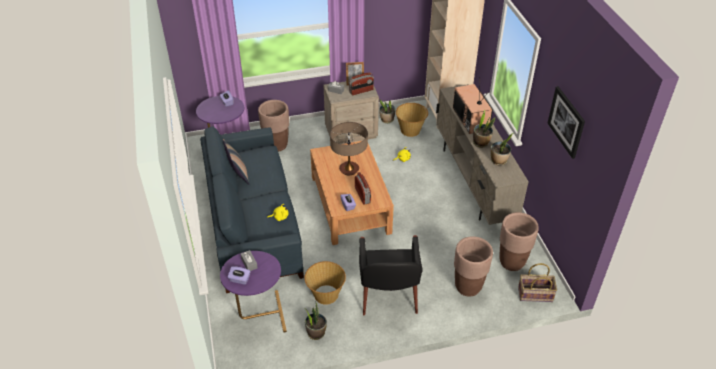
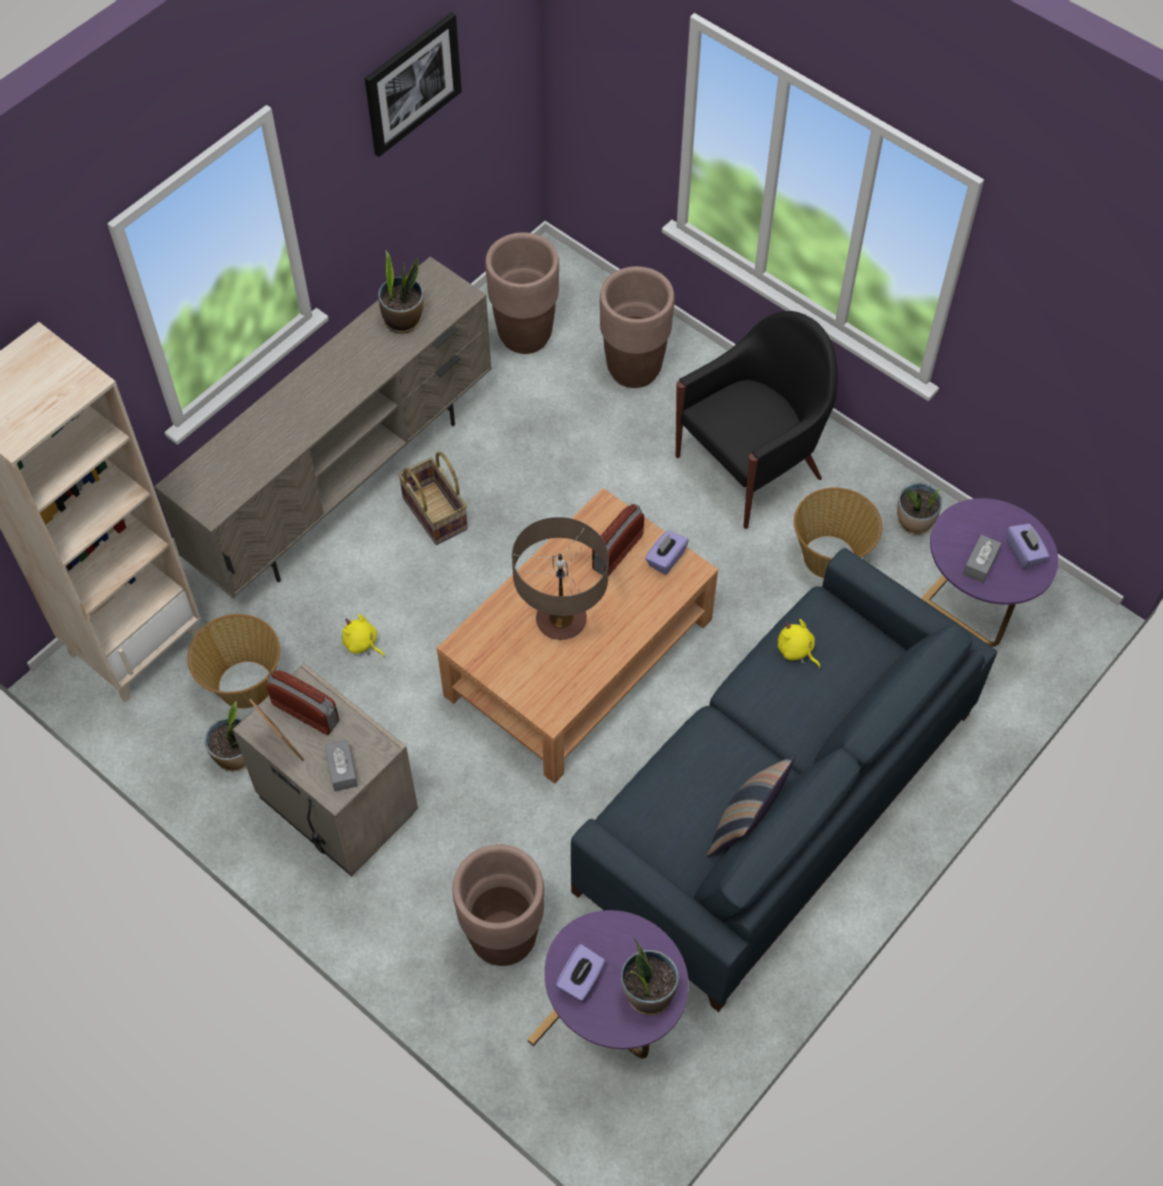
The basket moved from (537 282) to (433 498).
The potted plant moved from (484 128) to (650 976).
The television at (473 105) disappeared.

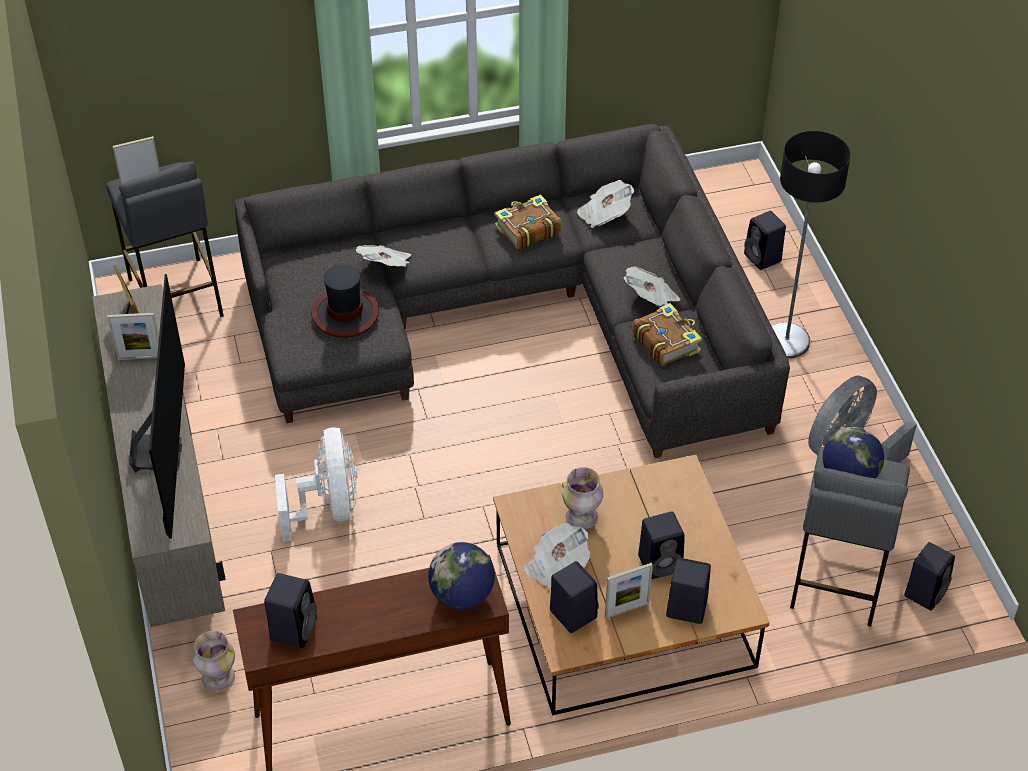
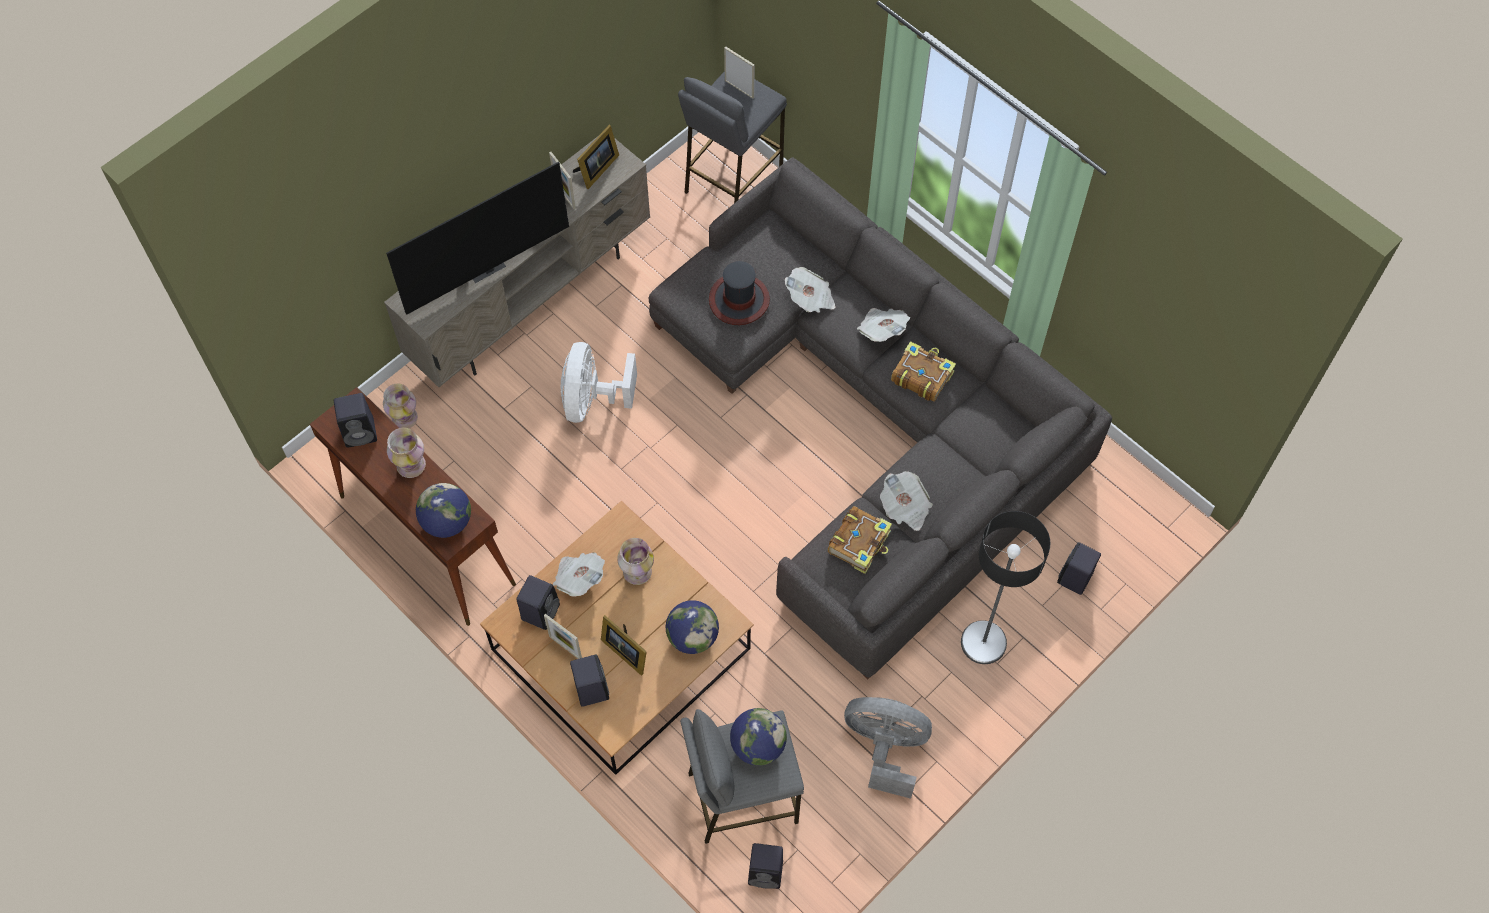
The flower vase at (406 453) appeared.
The electric fan/white at (316 485) turned 135 degrees clockwise.
The audio speaker/blackish at (661 545) was replaced by the picture frame at (624 645).
The world globe at (692 627) appeared.
The newspaper moved from (605 204) to (883 325).

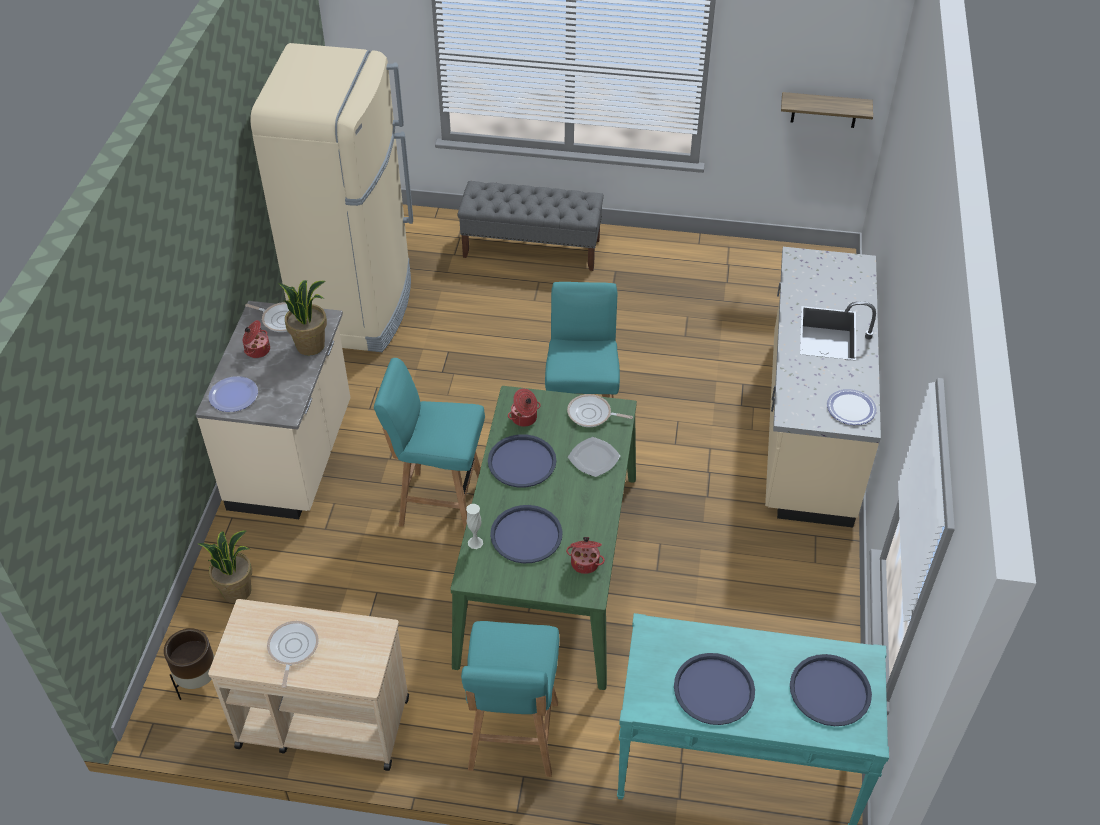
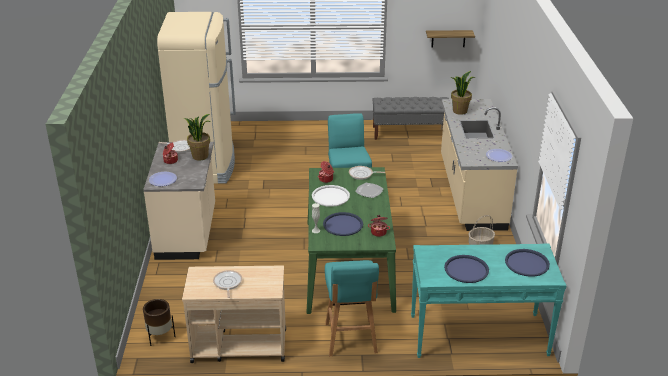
The tray/blue-coloured at (522 460) became the tray/white at (331 196).
The long seat/greyish moved from (531 226) to (410 118).
The potted plant moved from (225 567) to (463 93).
The basket at (482 230) appeared.
The stool seat/blue-green at (429 444) disappeared.

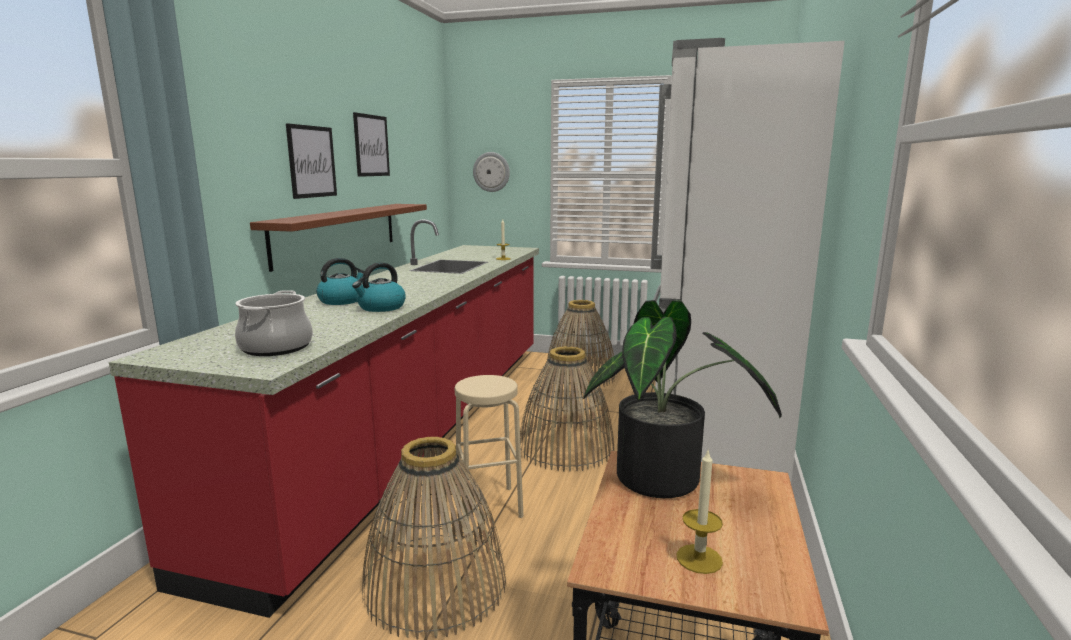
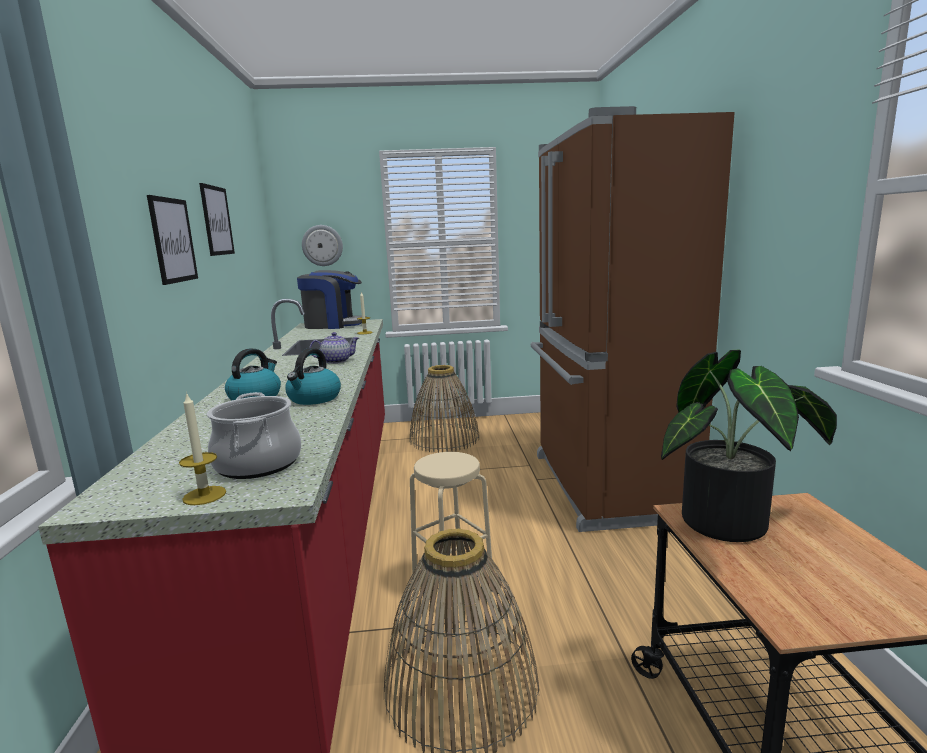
The candle moved from (700 512) to (202 448).
The coffee machine at (332 299) appeared.
The teapot at (334 348) appeared.
The fridge/white at (748 260) became the fridge/brown-coloured at (633 319).
The shelf/brown-coloured at (338 238) disappeared.
The basket at (567 409) disappeared.

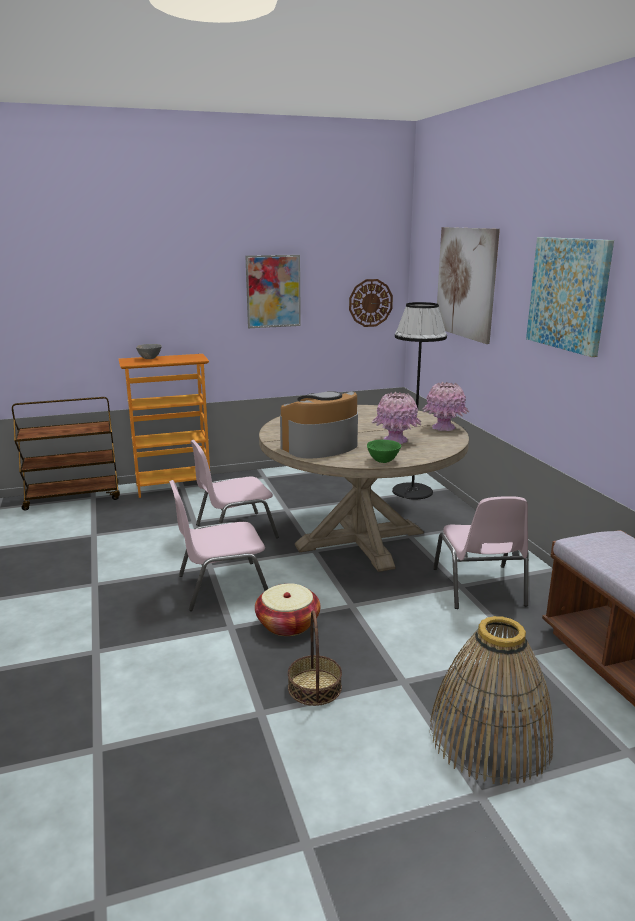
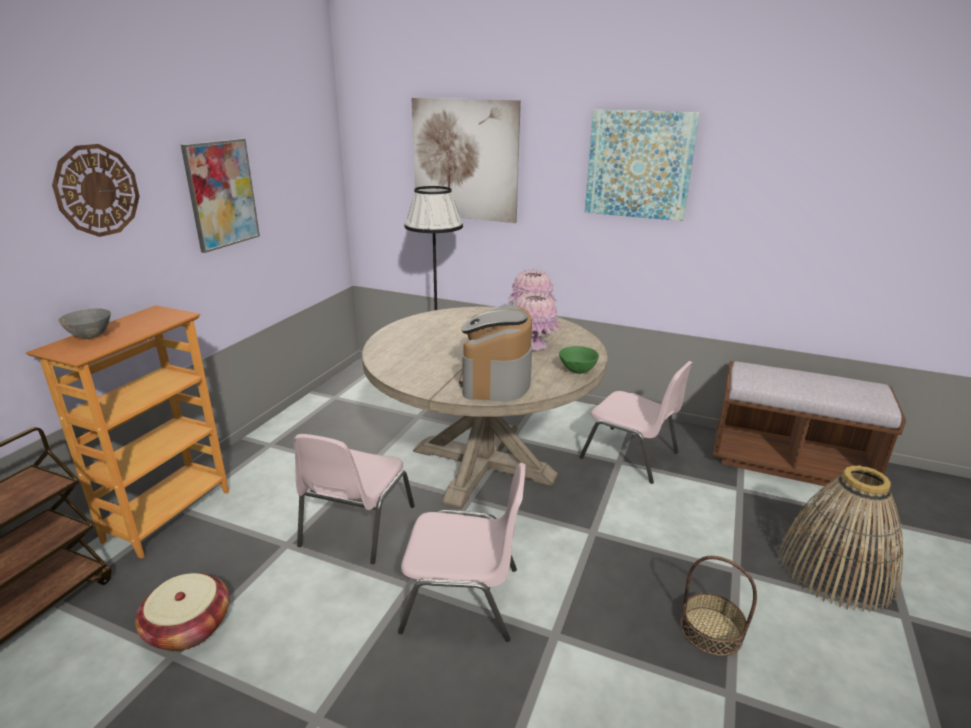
The clock on the wall moved from (371 303) to (96 190).
The basket moved from (288 609) to (182 612).
The plain chair/pinkish at (218 545) turned 105 degrees counterclockwise.

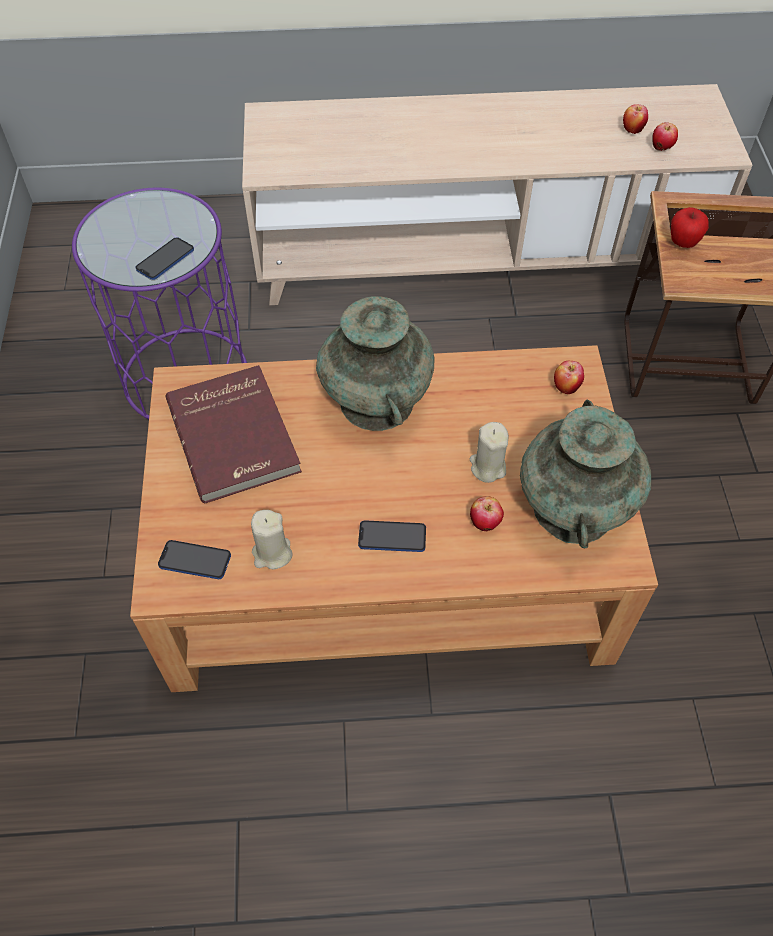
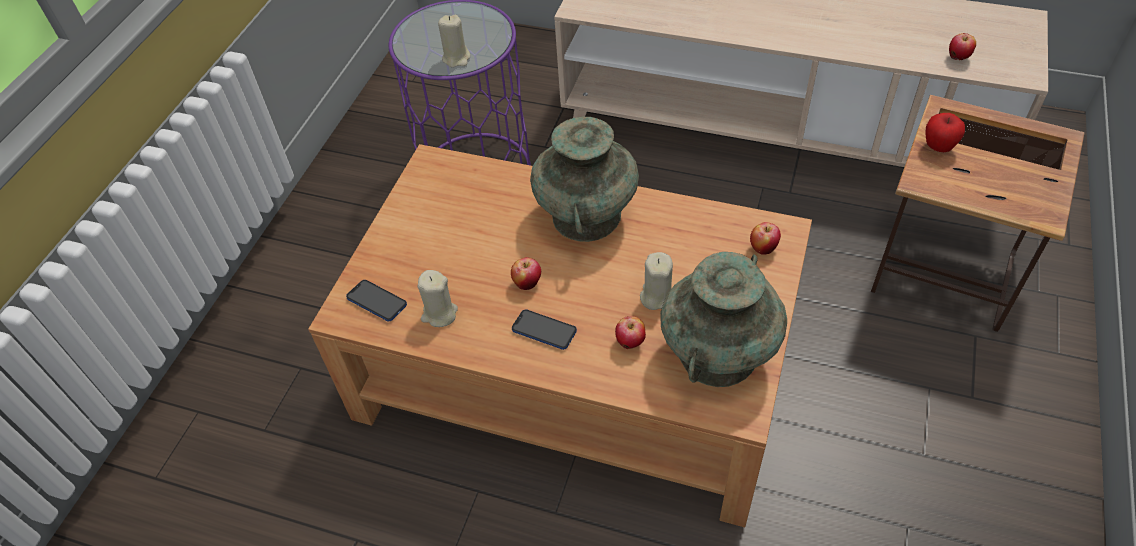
The phone at (164 258) was replaced by the candle/sand-coloured at (454 41).
The apple moved from (635 119) to (526 273).
The volume/red at (234 434) disappeared.

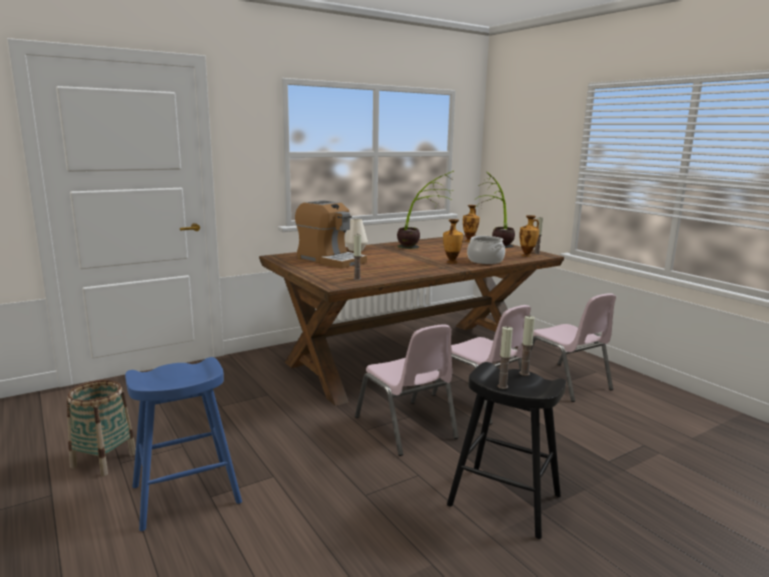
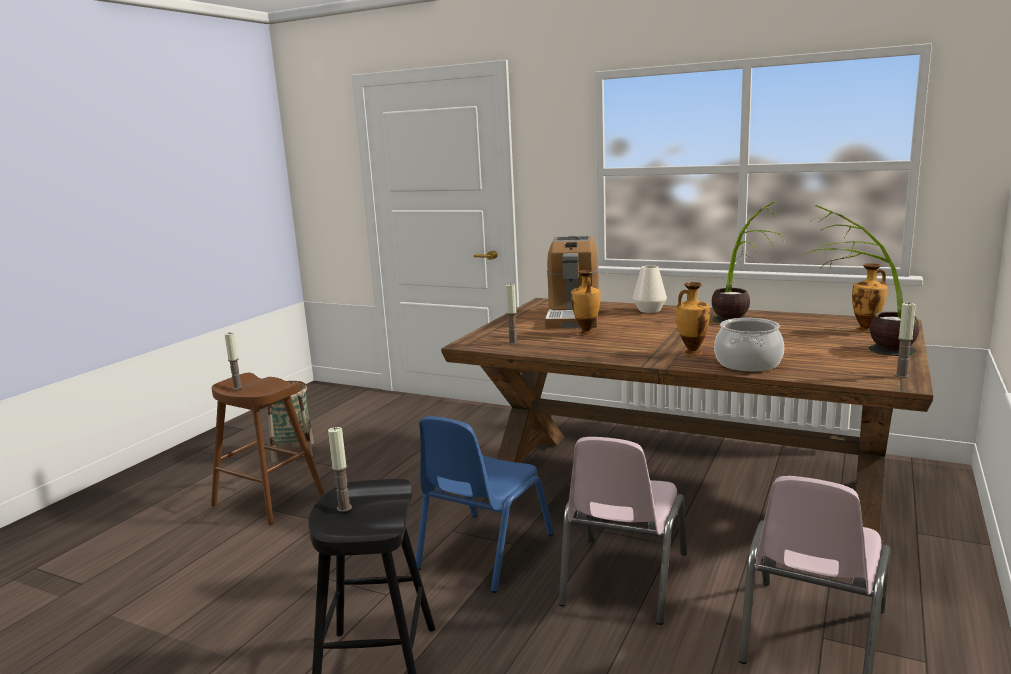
The stool seat/blue-coloured at (183 444) became the stool seat/brown-coloured at (267 449).
The candle moved from (527 345) to (233 361).
The plain chair/pinkish at (407 390) became the plain chair/blue-coloured at (485 504).
The flower vase moved from (529 236) to (586 302).

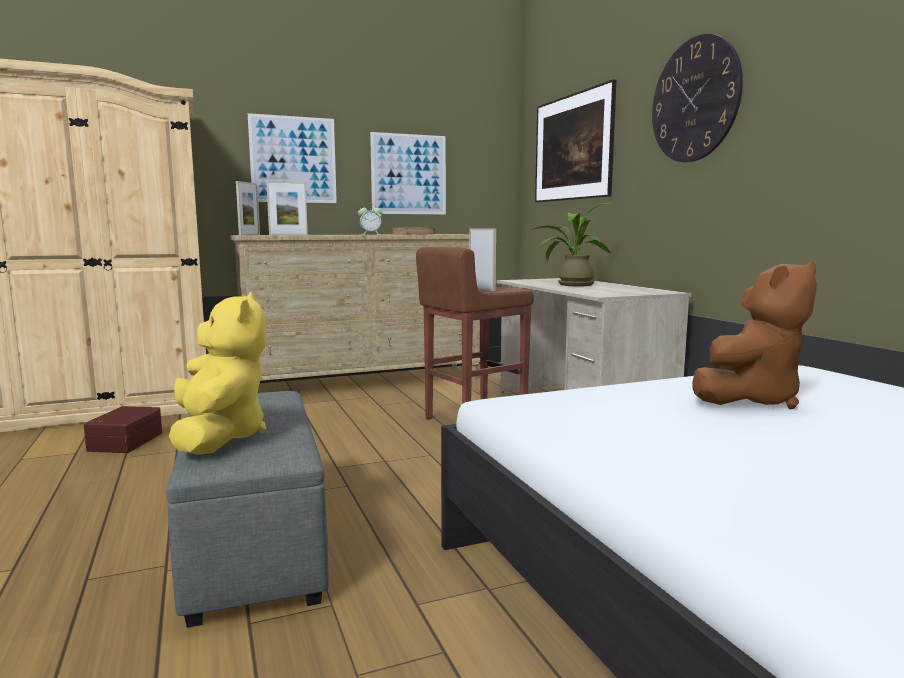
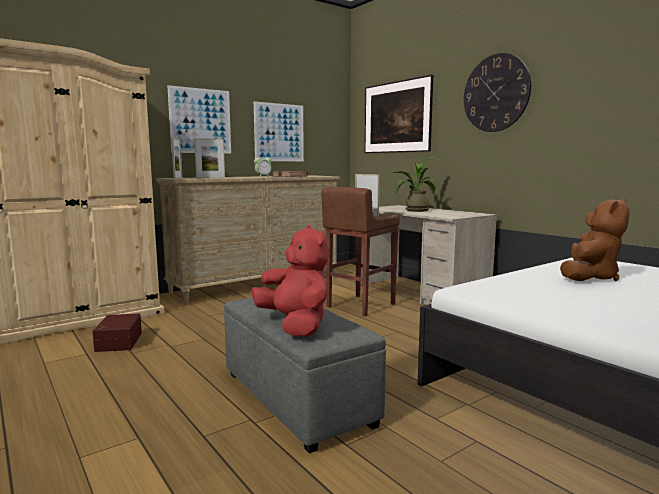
The soft toy/yellowish at (217 373) became the soft toy/red at (290 281).

